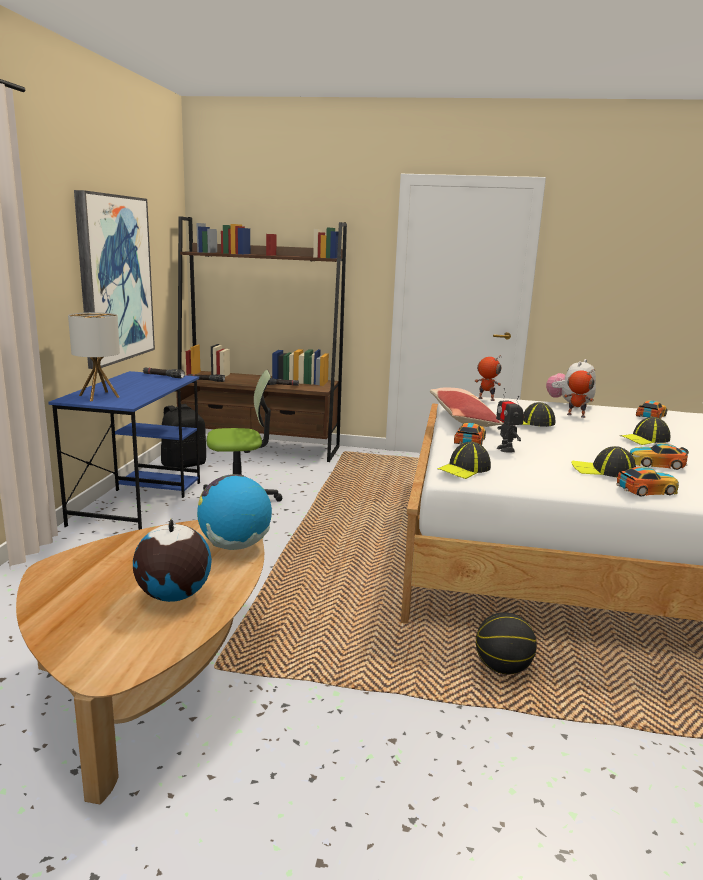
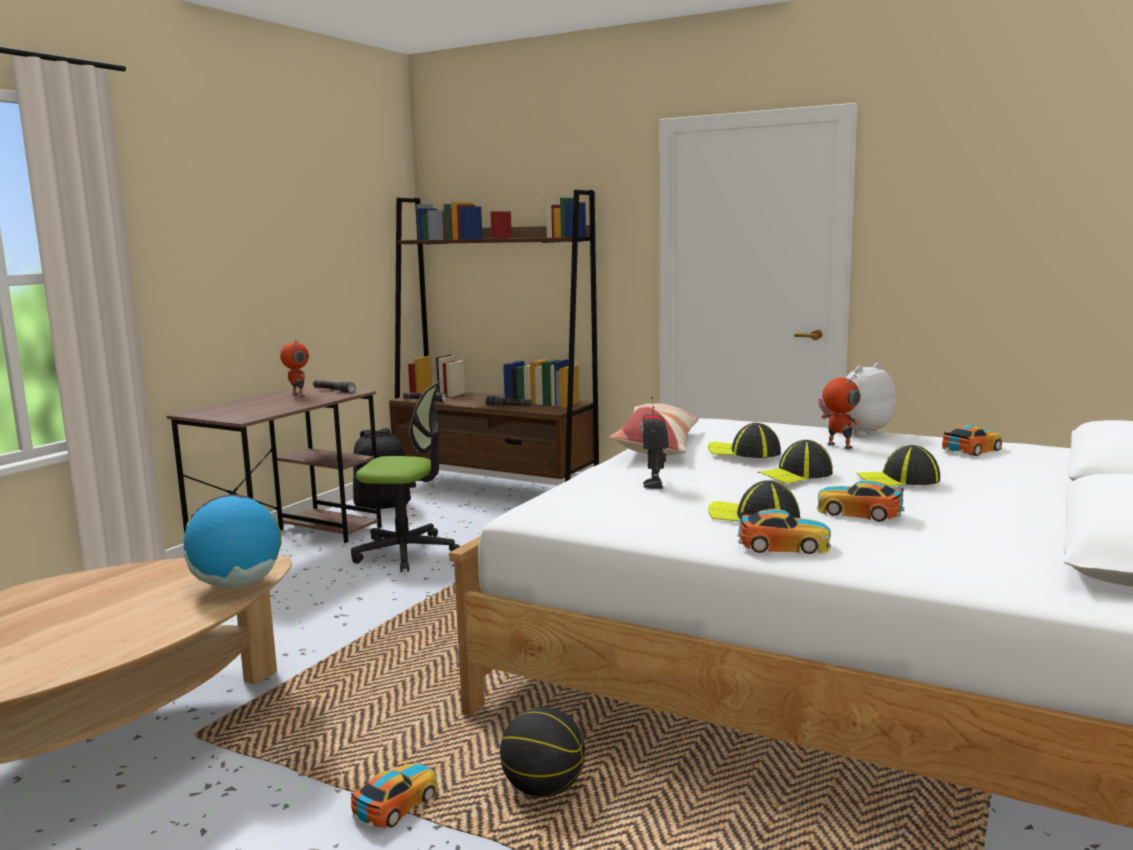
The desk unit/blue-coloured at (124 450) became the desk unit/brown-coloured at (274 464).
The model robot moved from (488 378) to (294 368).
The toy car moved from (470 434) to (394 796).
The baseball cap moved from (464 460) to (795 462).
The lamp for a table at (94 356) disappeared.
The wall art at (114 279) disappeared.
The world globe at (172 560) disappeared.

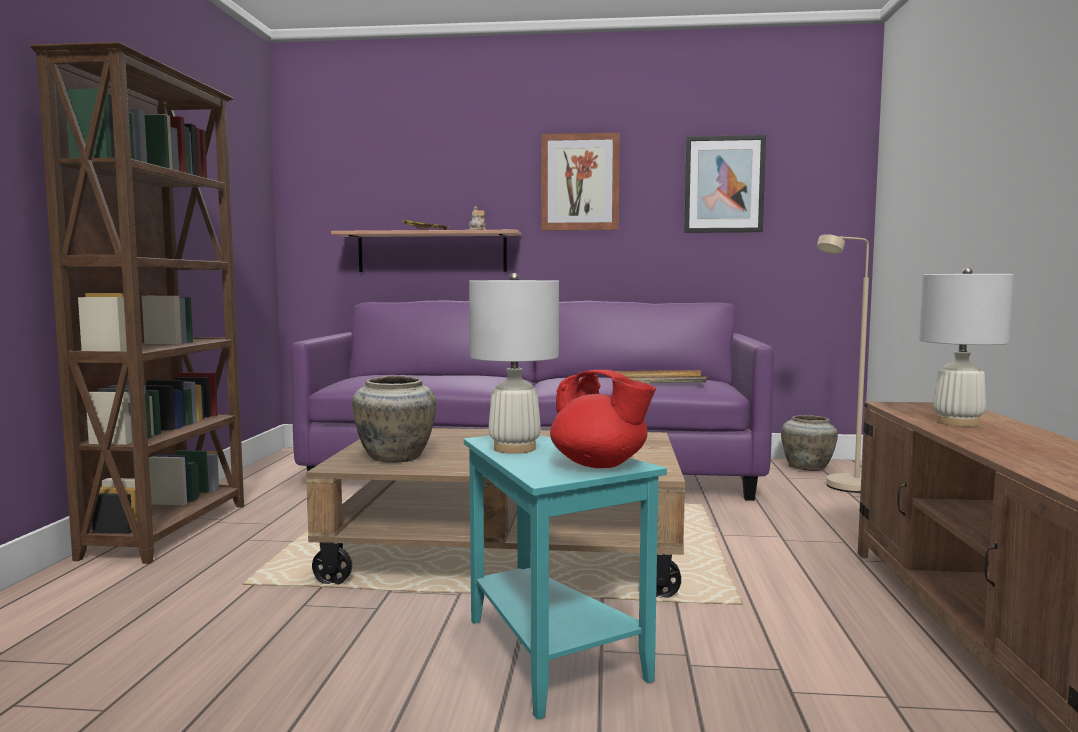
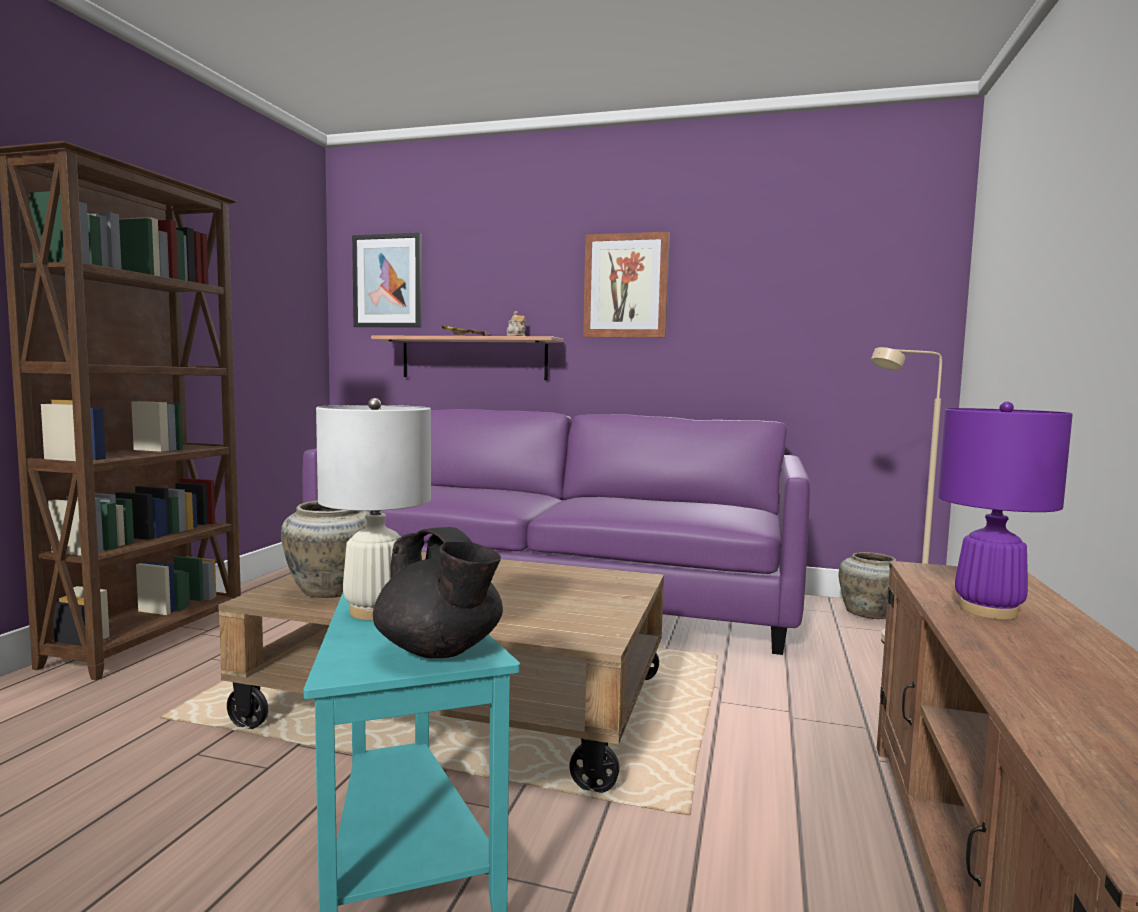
The wall art moved from (725 184) to (387 280).
The teapot/red at (603 419) became the teapot/blackish at (438 592).
The lamp for a table/white at (966 347) became the lamp for a table/purple-coloured at (1005 510).
The tray/sand-coloured at (661 376) disappeared.

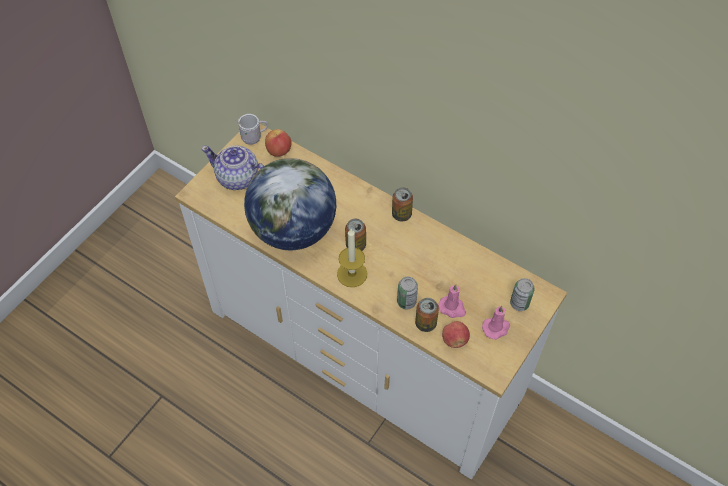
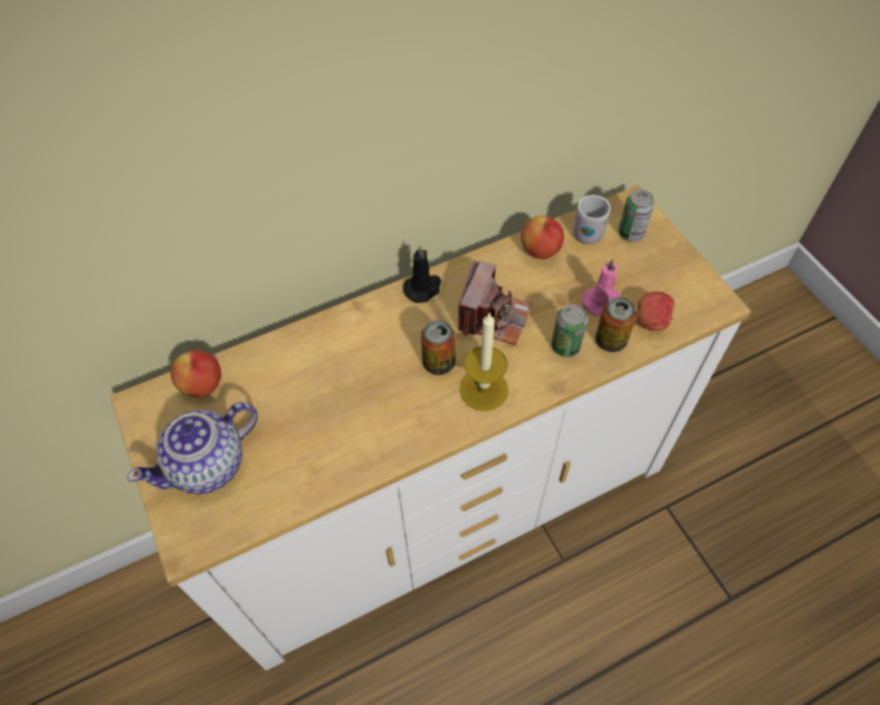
The can at (402 204) was replaced by the candle/blackish at (422 274).
The photo camera at (495 302) appeared.
The apple at (542 237) appeared.
The mug/white moved from (251 129) to (592 219).
The world globe at (290 204) disappeared.
The candle/pinkish at (496 323) disappeared.

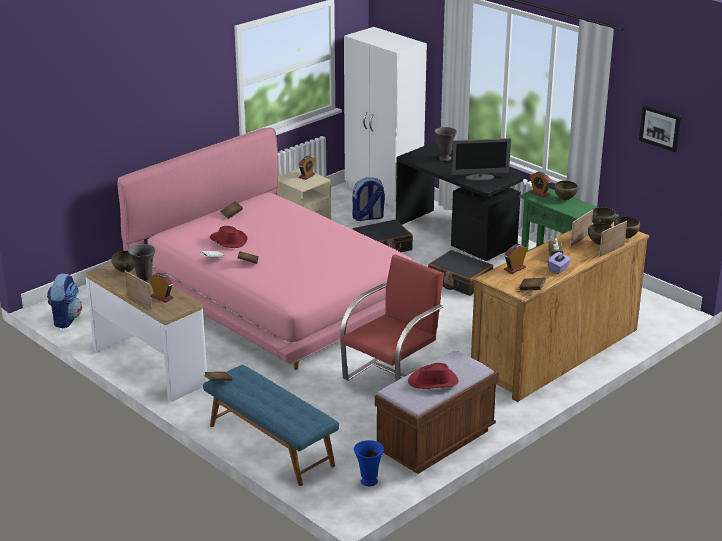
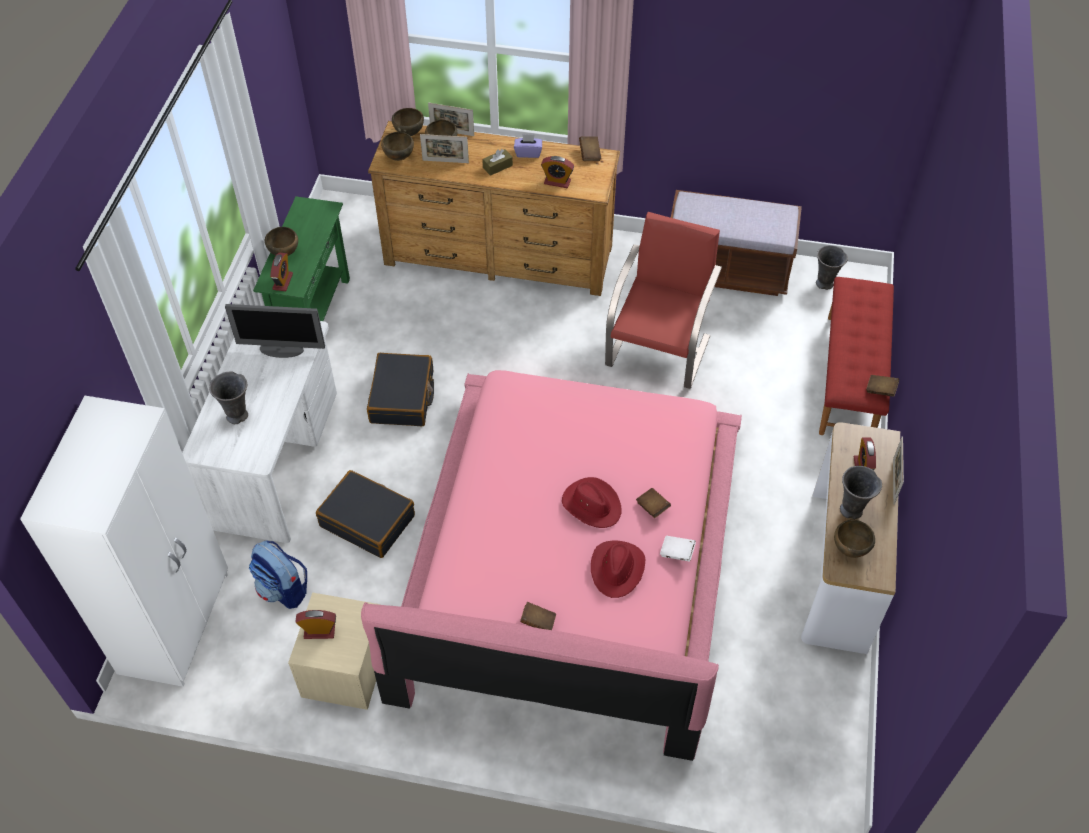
The desk unit/blackish at (459 202) became the desk unit/white at (259 432).
The computer display at (481 159) turned 135 degrees clockwise.
The wearable hat/red moved from (433 376) to (592 502).
The lounge chair/red at (392 317) turned 105 degrees clockwise.
The flower vase/blue-coloured at (369 463) became the flower vase/greyish at (832 267).
The long seat/blue-coloured at (271 425) became the long seat/red at (856 356).
The knapsack at (64 300) disappeared.
The wall art at (660 128) disappeared.

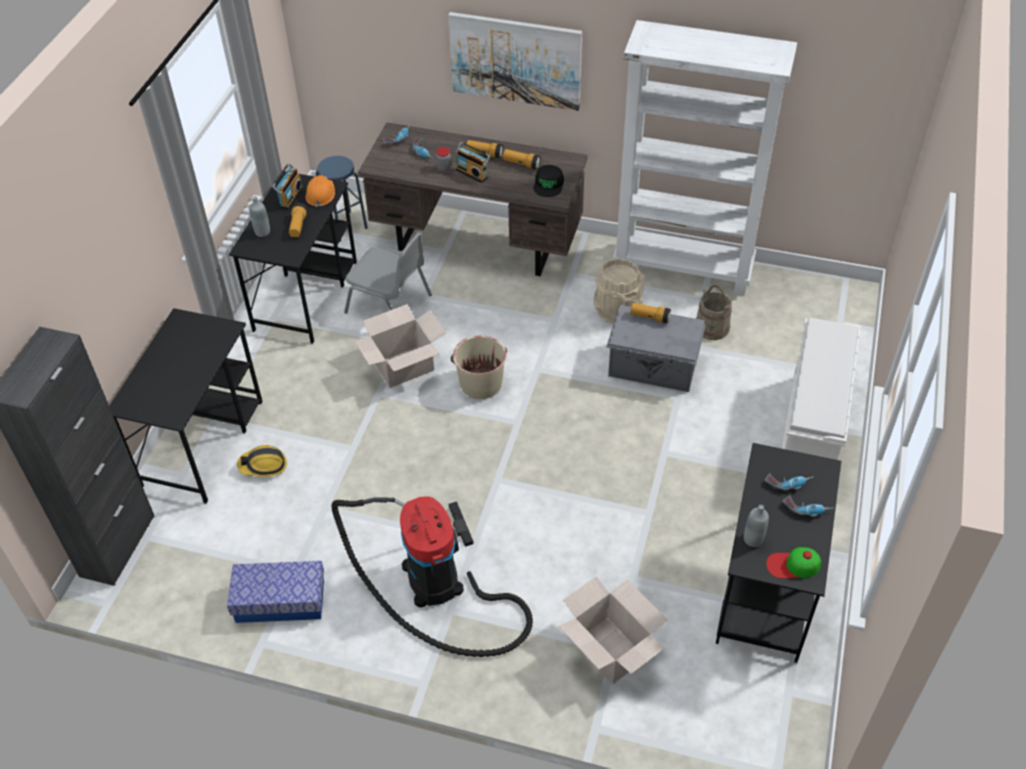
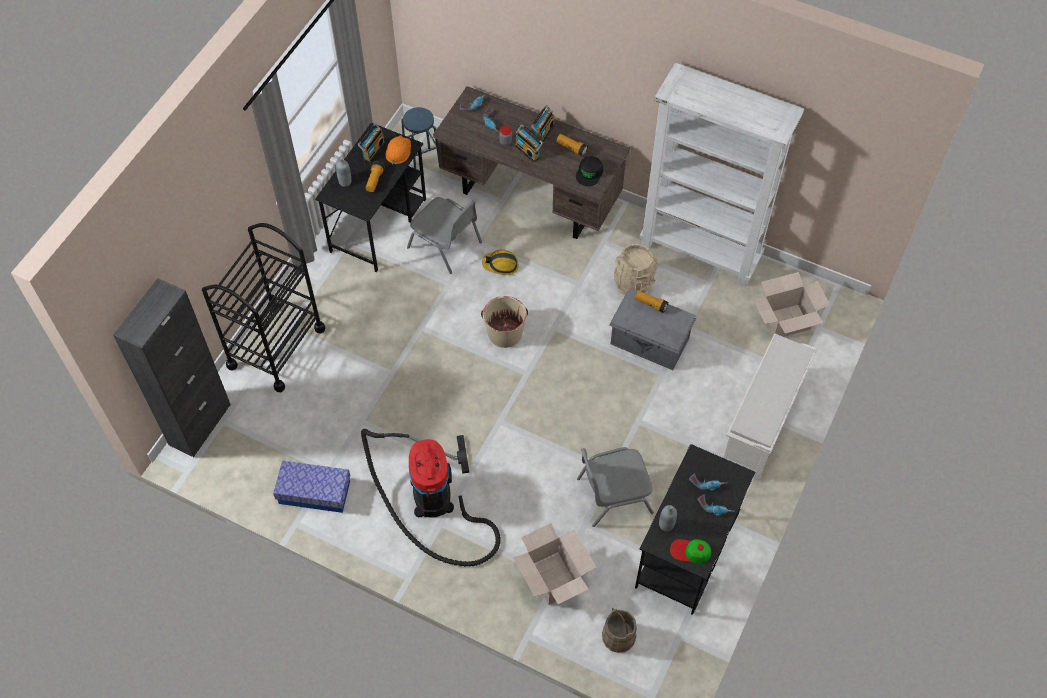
The desk unit/blackish at (185 406) was replaced by the cart/blackish at (263 307).
The work helmet moved from (262 461) to (500 262).
The torch at (485 149) was replaced by the radio set at (542 124).
The plain chair/greyish at (615 487) appeared.
The bucket/sand-coloured moved from (714 312) to (619 630).
The cardboard box moved from (400 346) to (791 304).
The wall art at (515 61) disappeared.

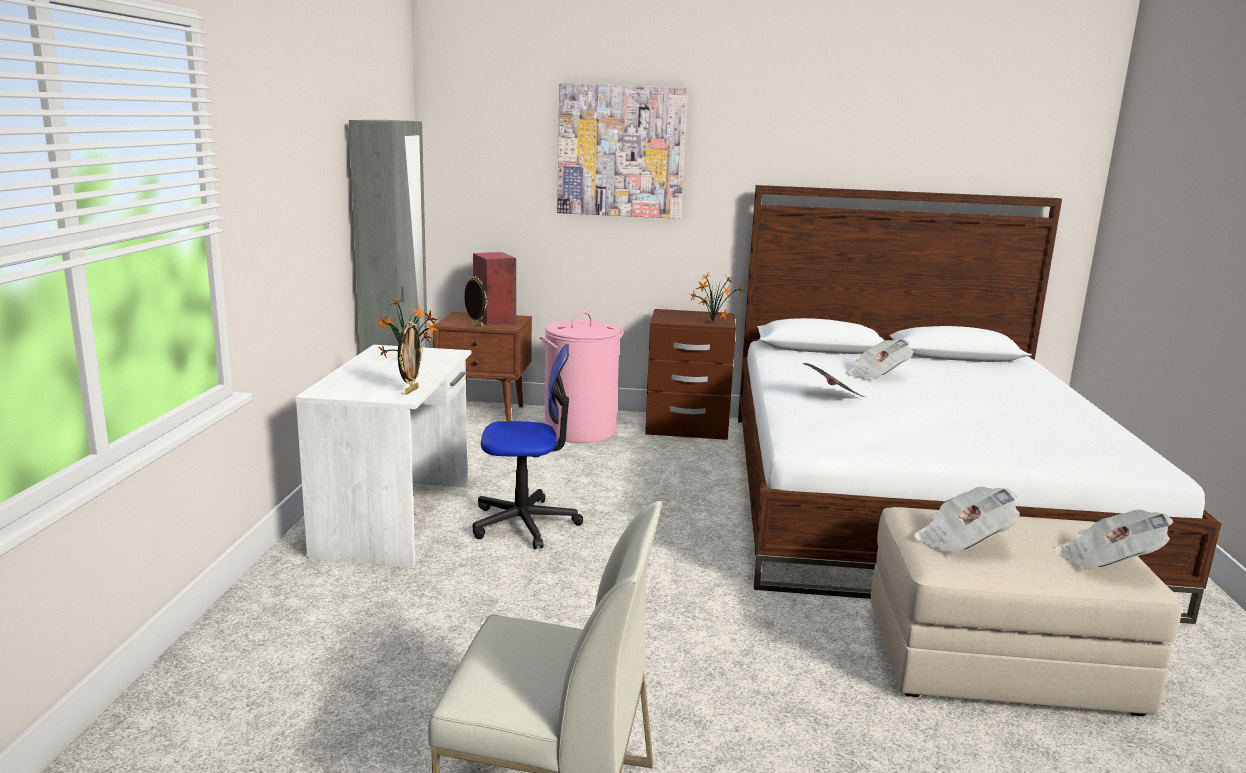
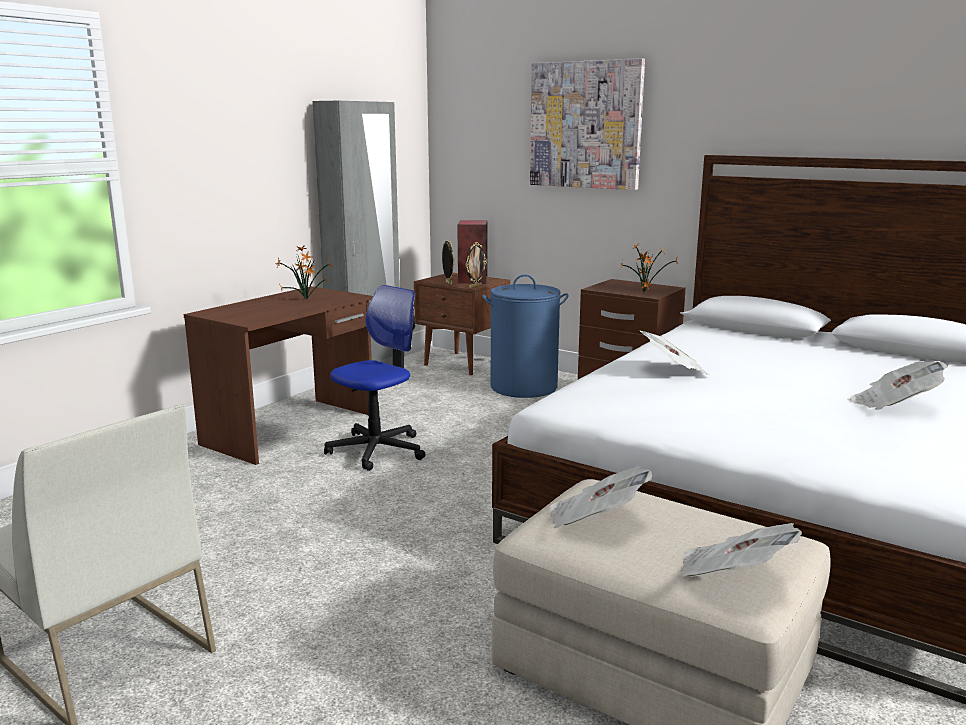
The desk unit/white at (383 456) became the desk unit/brown-coloured at (278 375).
The desk chair at (527 446) turned 75 degrees counterclockwise.
The picture frame moved from (410 358) to (476 265).
The laundry basket/pinkish at (581 377) became the laundry basket/blue-coloured at (525 336).
The newspaper moved from (880 359) to (899 385).

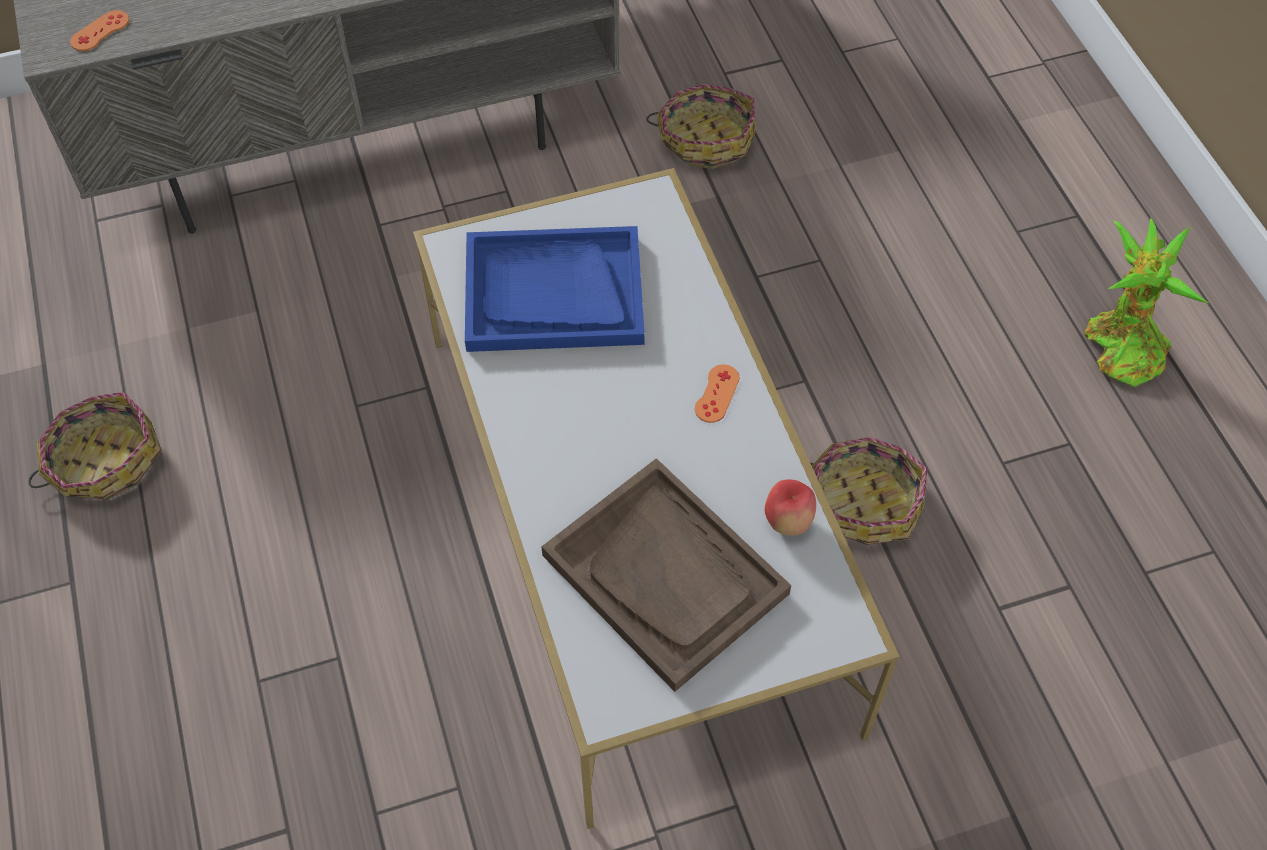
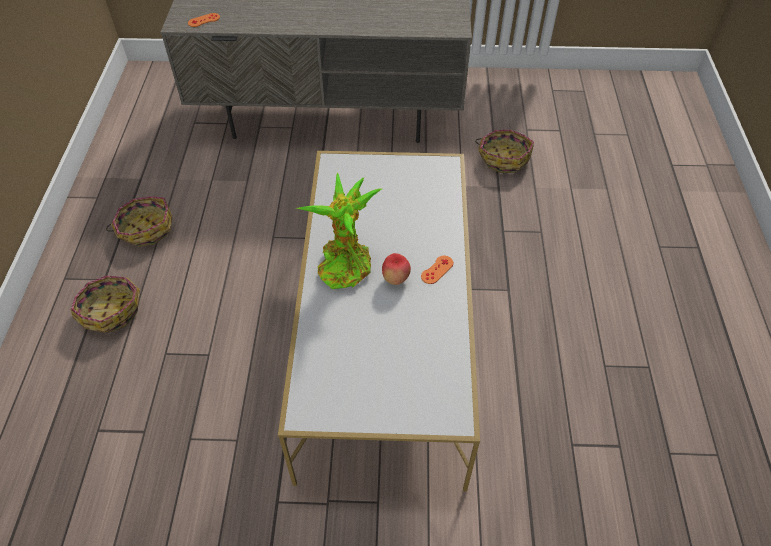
The basket moved from (868 491) to (105 304).
The potted plant moved from (1146 302) to (339 231).
The apple moved from (790 508) to (396 269).
The tray/blue-coloured at (555 289) disappeared.
The tray/brown-coloured at (666 575) disappeared.

